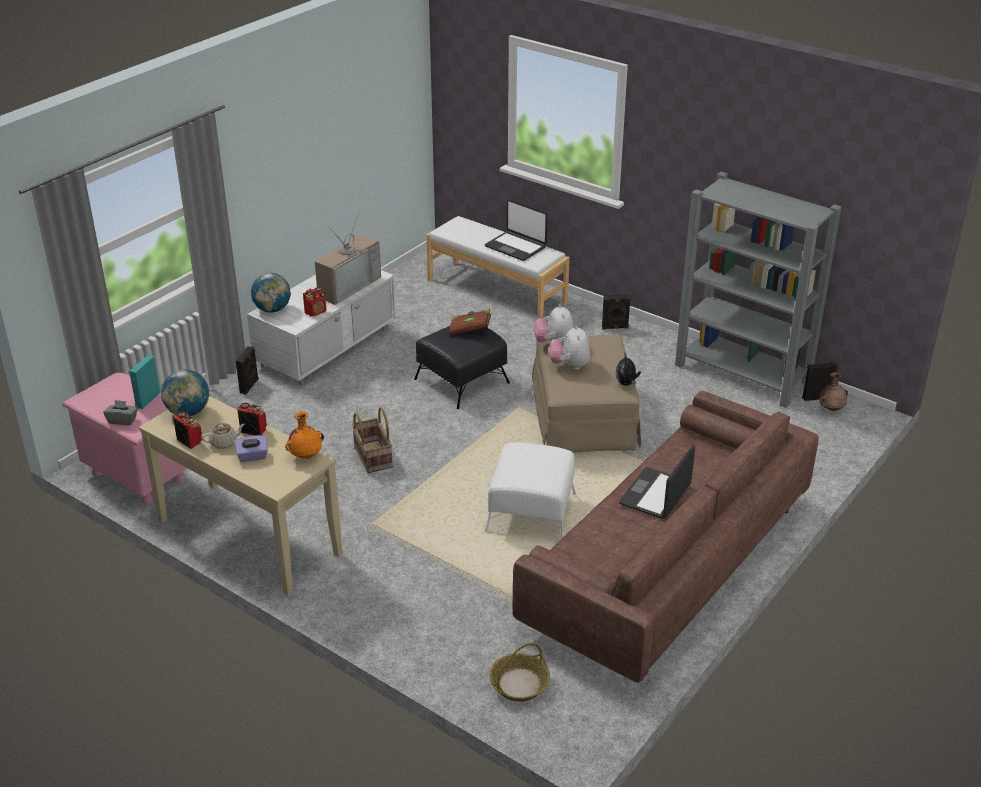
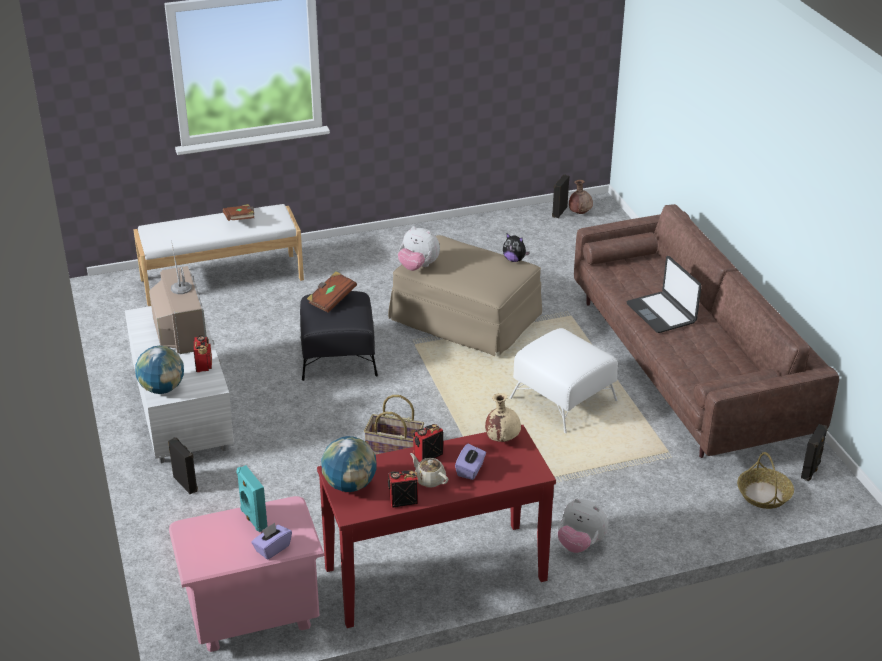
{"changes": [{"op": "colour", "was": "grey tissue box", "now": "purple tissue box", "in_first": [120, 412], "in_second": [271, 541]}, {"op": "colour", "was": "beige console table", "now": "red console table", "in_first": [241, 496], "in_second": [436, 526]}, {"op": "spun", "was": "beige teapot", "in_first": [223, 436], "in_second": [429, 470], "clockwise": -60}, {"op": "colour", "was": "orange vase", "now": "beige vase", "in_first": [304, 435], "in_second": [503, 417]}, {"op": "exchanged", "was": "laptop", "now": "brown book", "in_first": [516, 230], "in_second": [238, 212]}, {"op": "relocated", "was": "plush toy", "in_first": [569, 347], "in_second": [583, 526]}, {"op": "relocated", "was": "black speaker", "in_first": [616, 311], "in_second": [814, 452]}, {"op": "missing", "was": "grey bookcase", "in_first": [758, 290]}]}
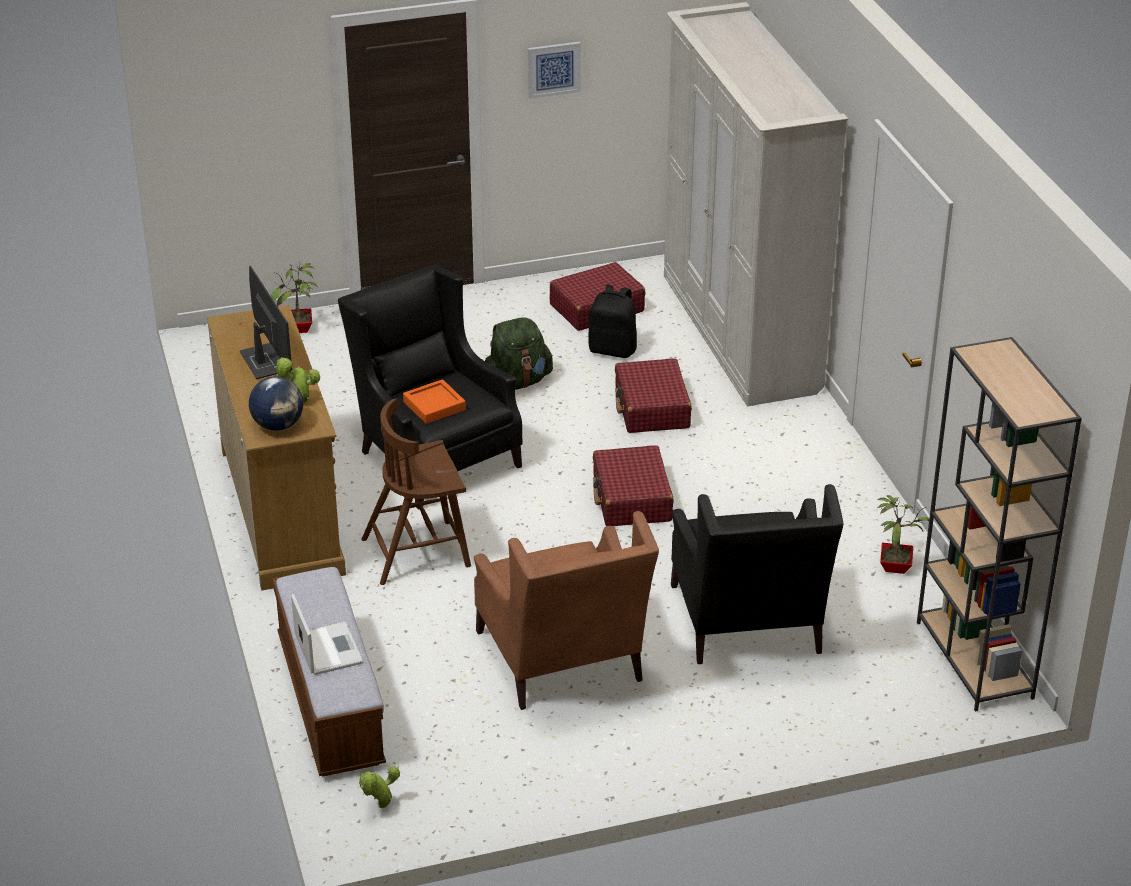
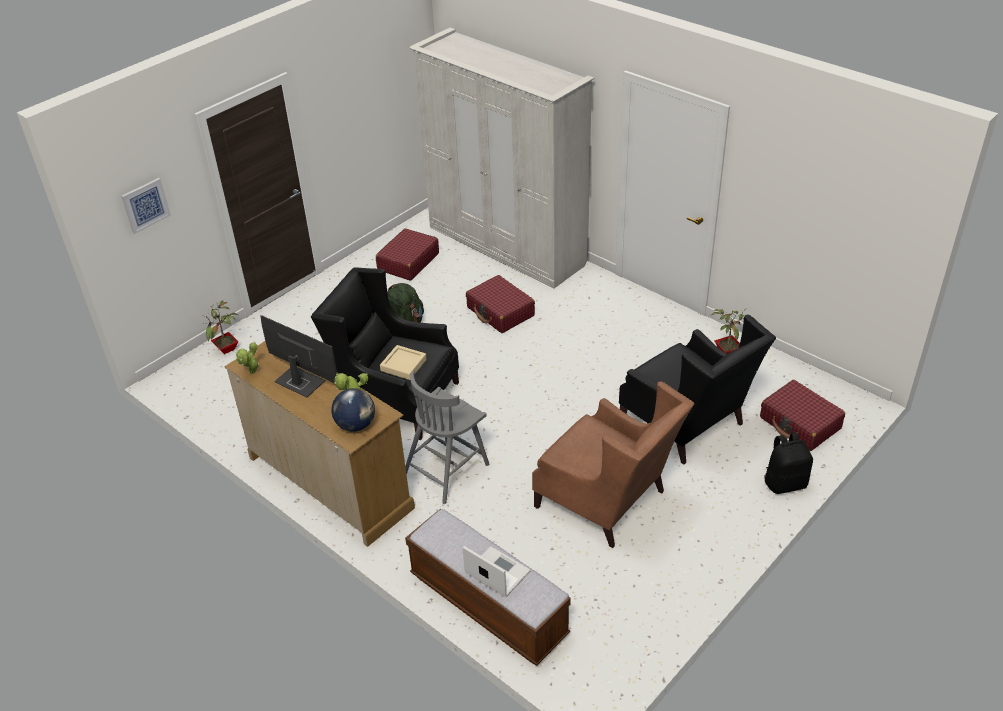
{"changes": [{"op": "relocated", "was": "potted plant", "in_first": [379, 787], "in_second": [247, 358]}, {"op": "colour", "was": "brown chair", "now": "grey chair", "in_first": [416, 492], "in_second": [447, 437]}, {"op": "colour", "was": "orange tray", "now": "beige tray", "in_first": [434, 401], "in_second": [403, 362]}, {"op": "relocated", "was": "picture", "in_first": [554, 70], "in_second": [146, 206]}, {"op": "relocated", "was": "black backpack", "in_first": [612, 321], "in_second": [788, 463]}, {"op": "relocated", "was": "red suitcase", "in_first": [633, 485], "in_second": [802, 415]}, {"op": "missing", "was": "bookcase", "in_first": [999, 524]}]}
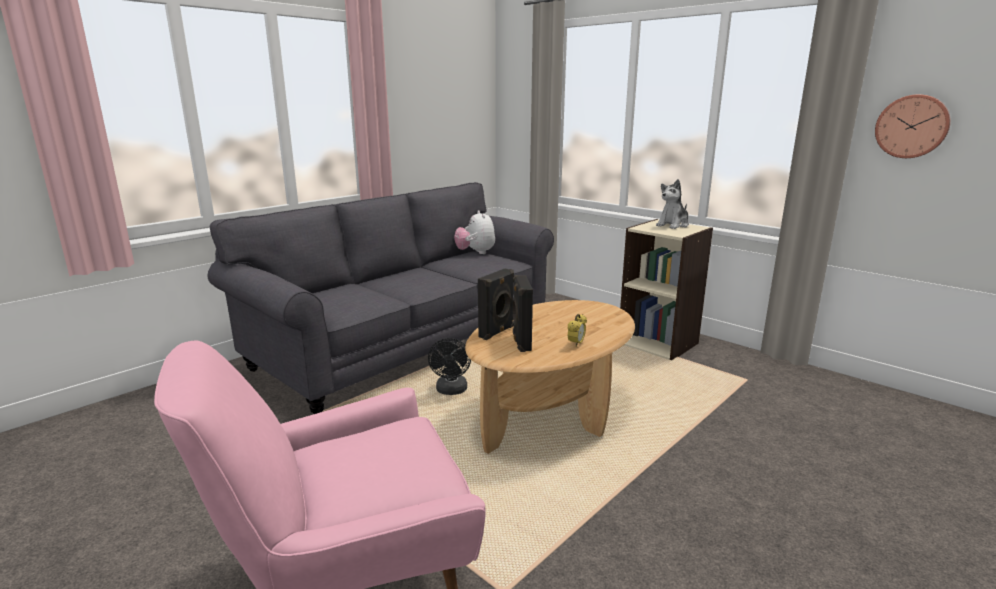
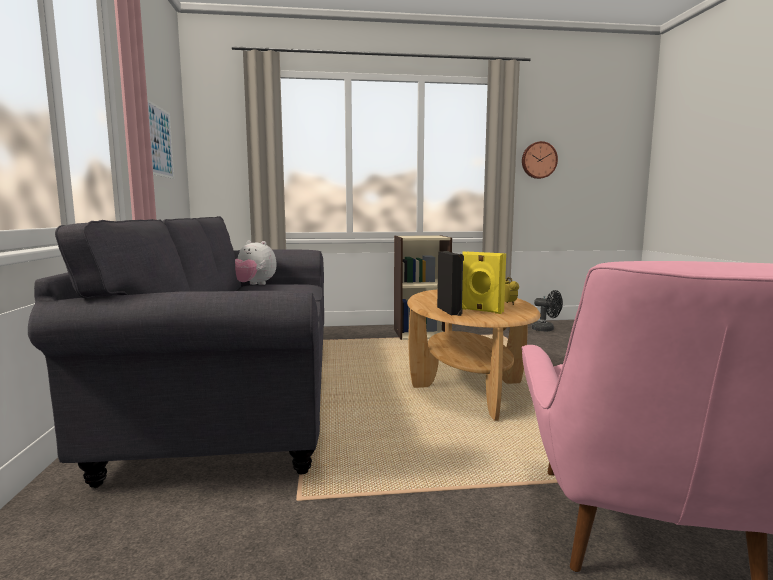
{"changes": [{"op": "relocated", "was": "black fan", "in_first": [449, 366], "in_second": [547, 310]}, {"op": "colour", "was": "black speaker", "now": "yellow speaker", "in_first": [523, 313], "in_second": [484, 282]}, {"op": "missing", "was": "plush toy", "in_first": [672, 204]}, {"op": "appeared", "now": "picture", "in_second": [160, 139]}]}
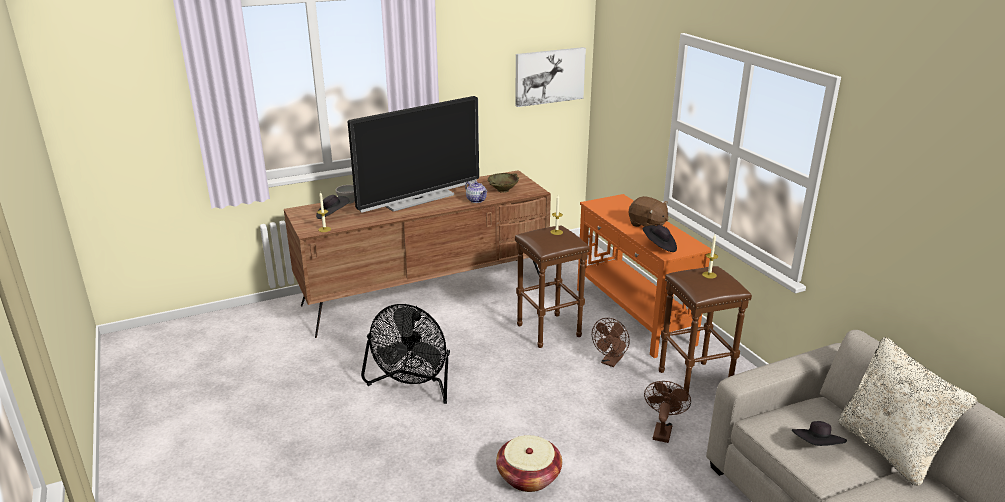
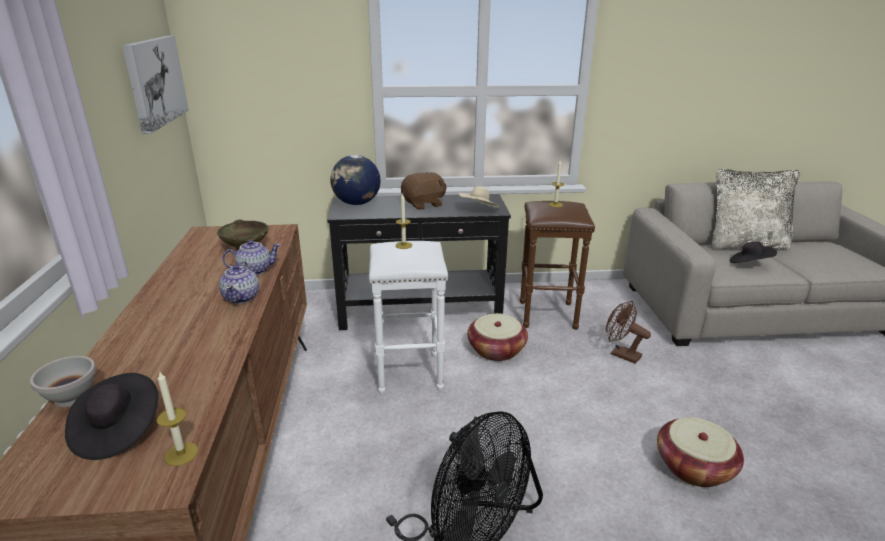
{"changes": [{"op": "missing", "was": "television", "in_first": [413, 154]}, {"op": "colour", "was": "brown stool", "now": "white stool", "in_first": [552, 287], "in_second": [408, 318]}, {"op": "colour", "was": "orange console table", "now": "black console table", "in_first": [644, 276], "in_second": [419, 262]}, {"op": "exchanged", "was": "brown fan", "now": "basket", "in_first": [611, 342], "in_second": [497, 337]}, {"op": "colour", "was": "black hat", "now": "beige hat", "in_first": [659, 238], "in_second": [479, 197]}, {"op": "appeared", "now": "teapot", "in_second": [239, 282]}, {"op": "appeared", "now": "globe", "in_second": [355, 180]}]}
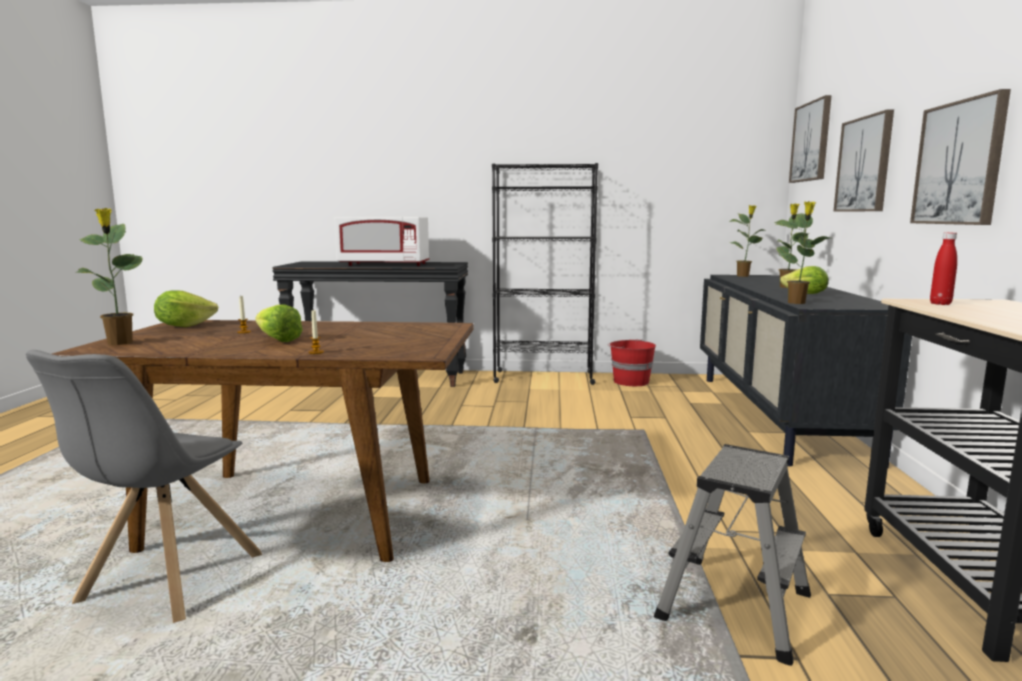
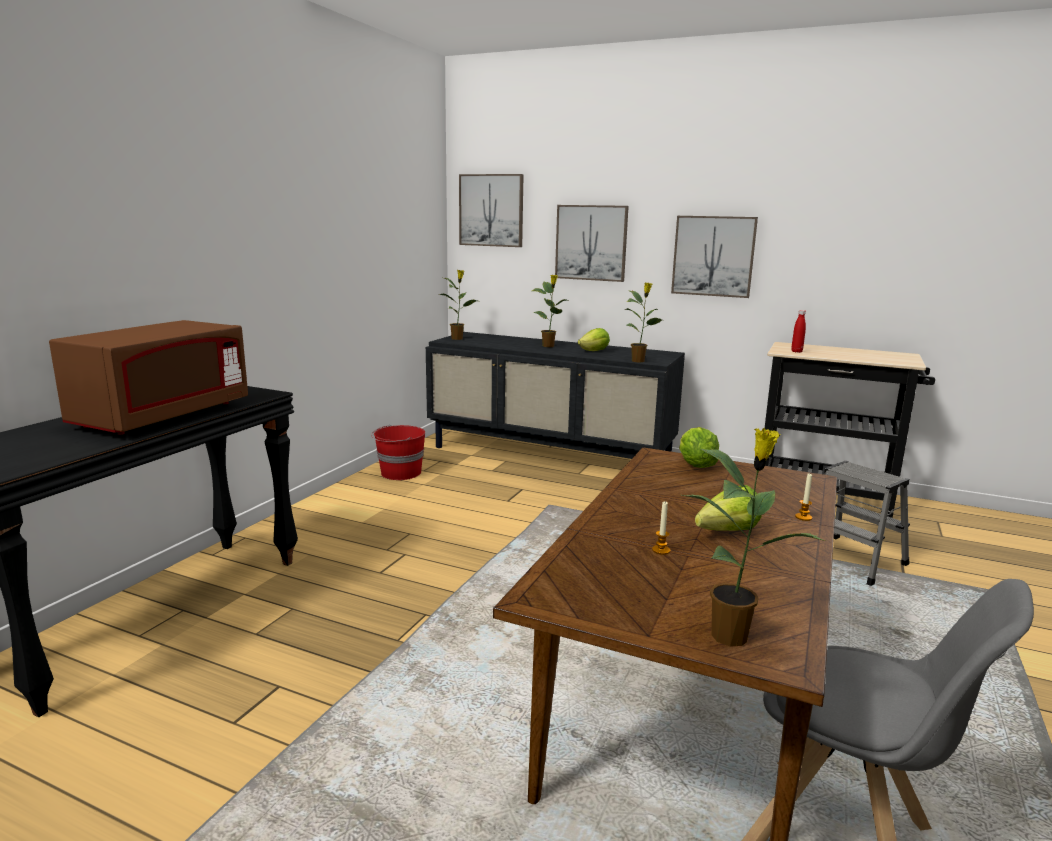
{"changes": [{"op": "relocated", "was": "lettuce", "in_first": [186, 308], "in_second": [699, 447]}, {"op": "colour", "was": "white microwave", "now": "brown microwave", "in_first": [381, 241], "in_second": [148, 377]}, {"op": "missing", "was": "black bookcase", "in_first": [545, 274]}]}
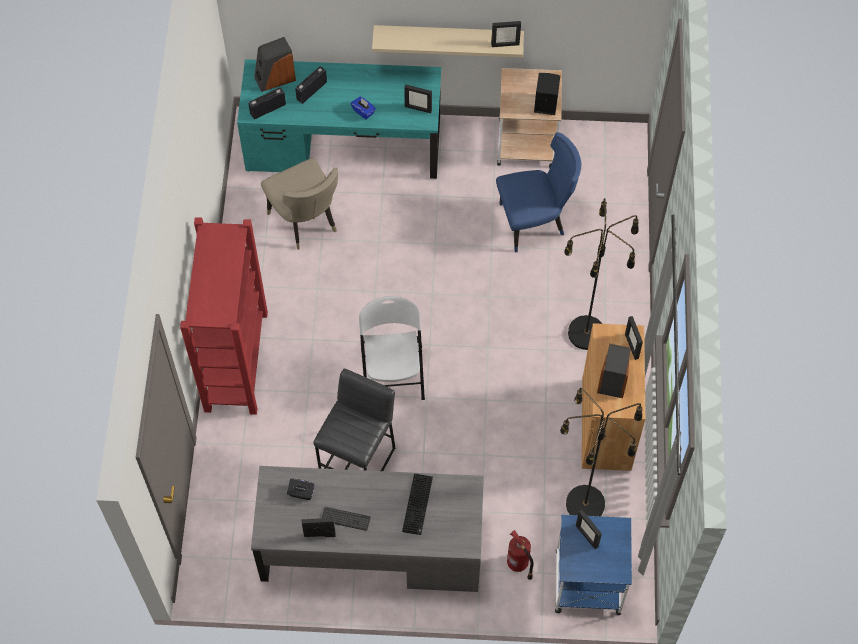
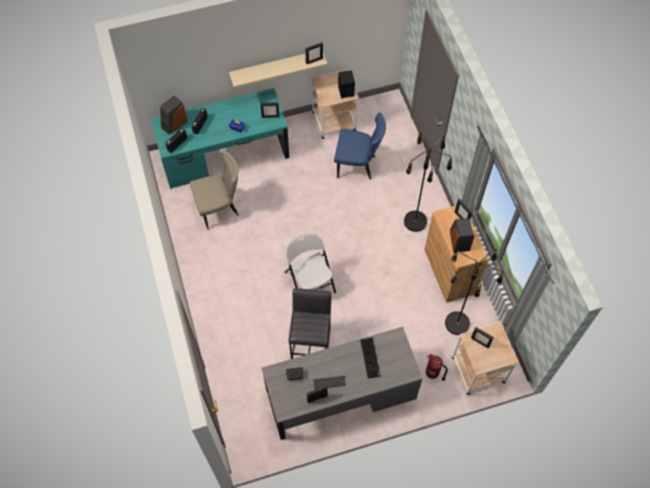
{"changes": [{"op": "missing", "was": "red bookcase", "in_first": [224, 316]}, {"op": "spun", "was": "beige chair", "in_first": [299, 204], "in_second": [214, 190], "clockwise": -60}, {"op": "spun", "was": "blue chair", "in_first": [538, 192], "in_second": [360, 145], "clockwise": 45}, {"op": "colour", "was": "blue cart", "now": "beige cart", "in_first": [593, 565], "in_second": [485, 358]}]}
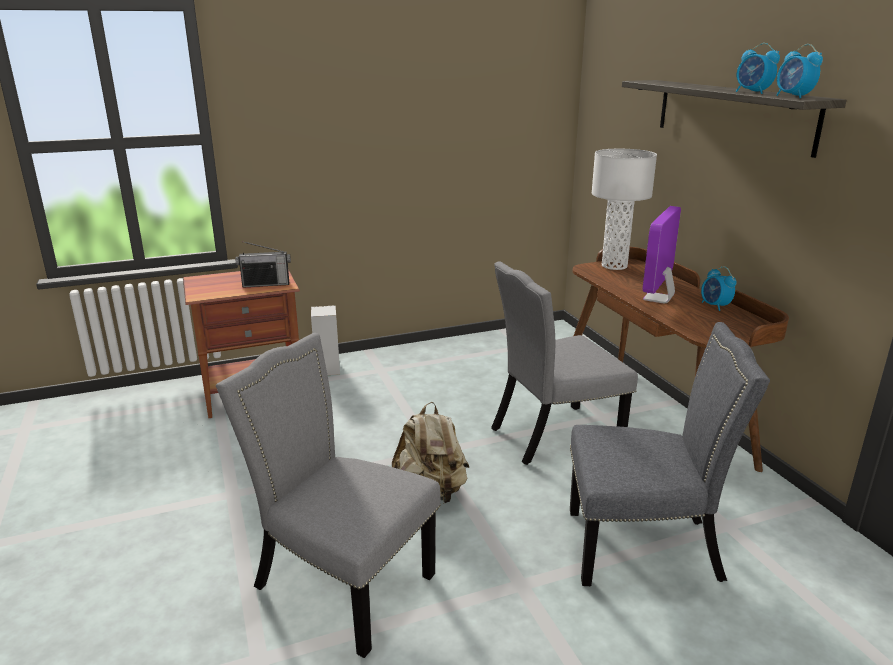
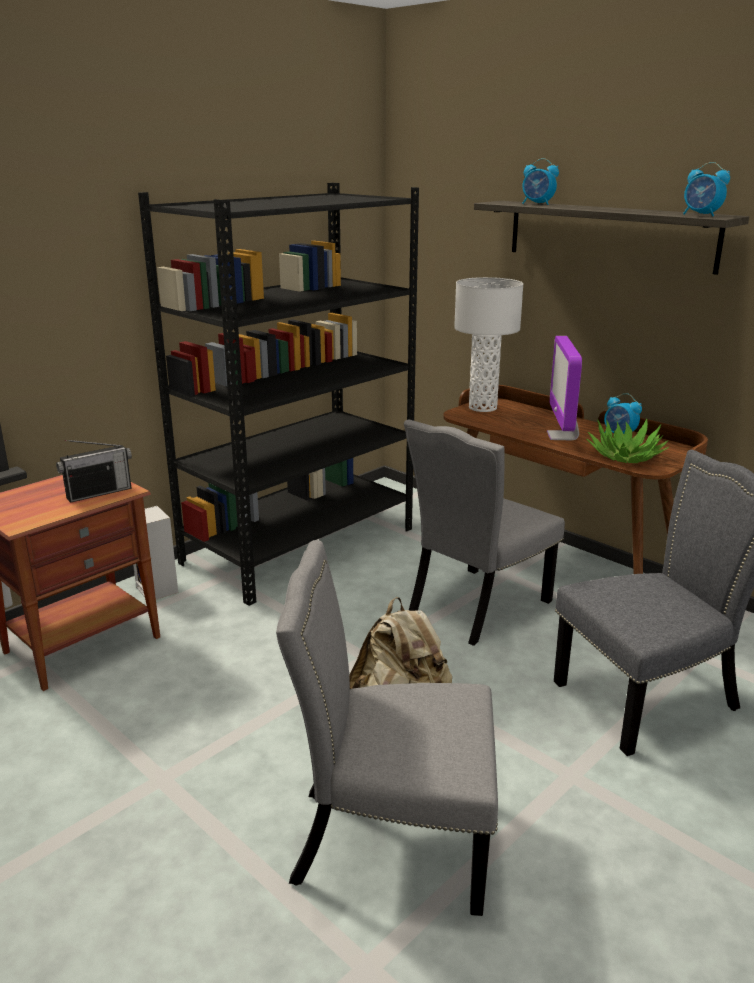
{"changes": [{"op": "relocated", "was": "alarm clock", "in_first": [758, 68], "in_second": [540, 181]}, {"op": "appeared", "now": "black bookcase", "in_second": [278, 394]}, {"op": "appeared", "now": "potted plant", "in_second": [627, 441]}]}
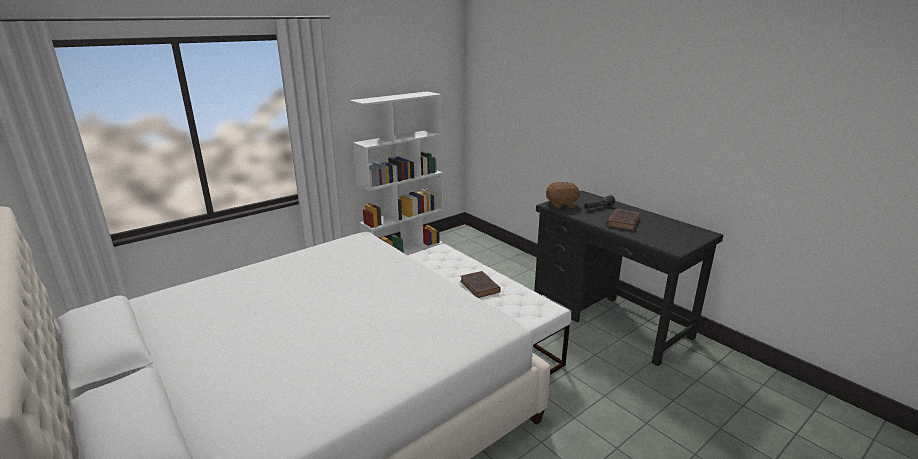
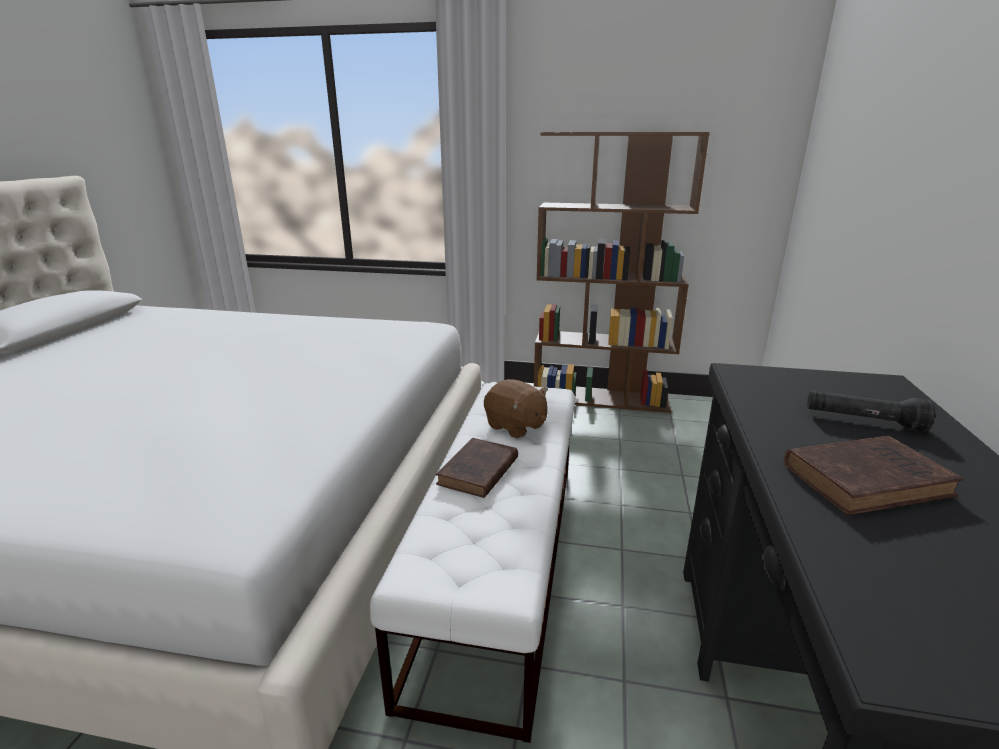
{"changes": [{"op": "colour", "was": "white bookcase", "now": "brown bookcase", "in_first": [396, 173], "in_second": [622, 272]}, {"op": "relocated", "was": "brown plush toy", "in_first": [563, 195], "in_second": [516, 409]}]}
